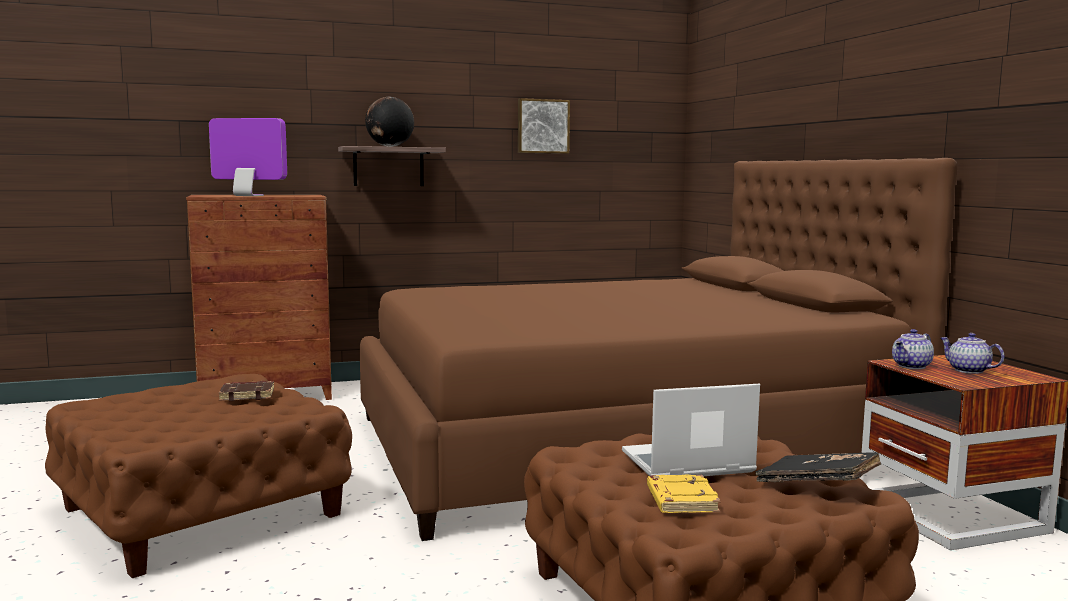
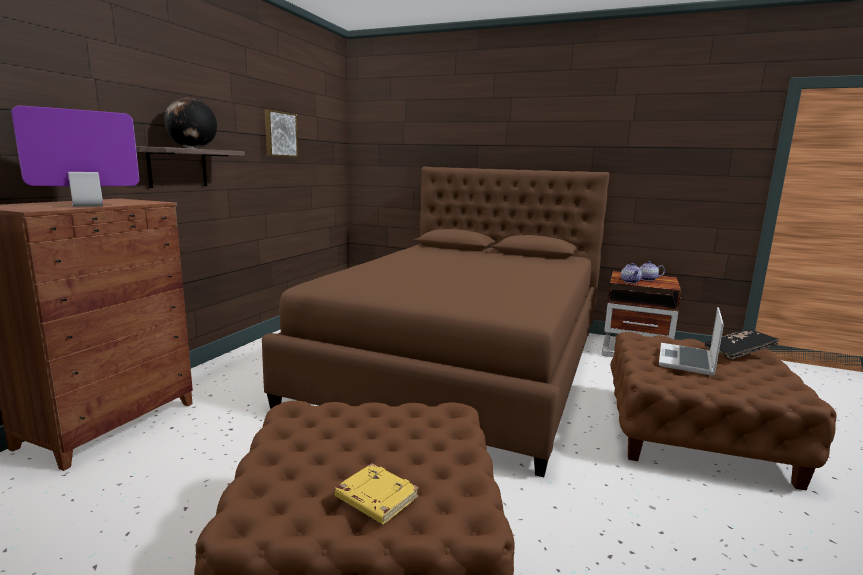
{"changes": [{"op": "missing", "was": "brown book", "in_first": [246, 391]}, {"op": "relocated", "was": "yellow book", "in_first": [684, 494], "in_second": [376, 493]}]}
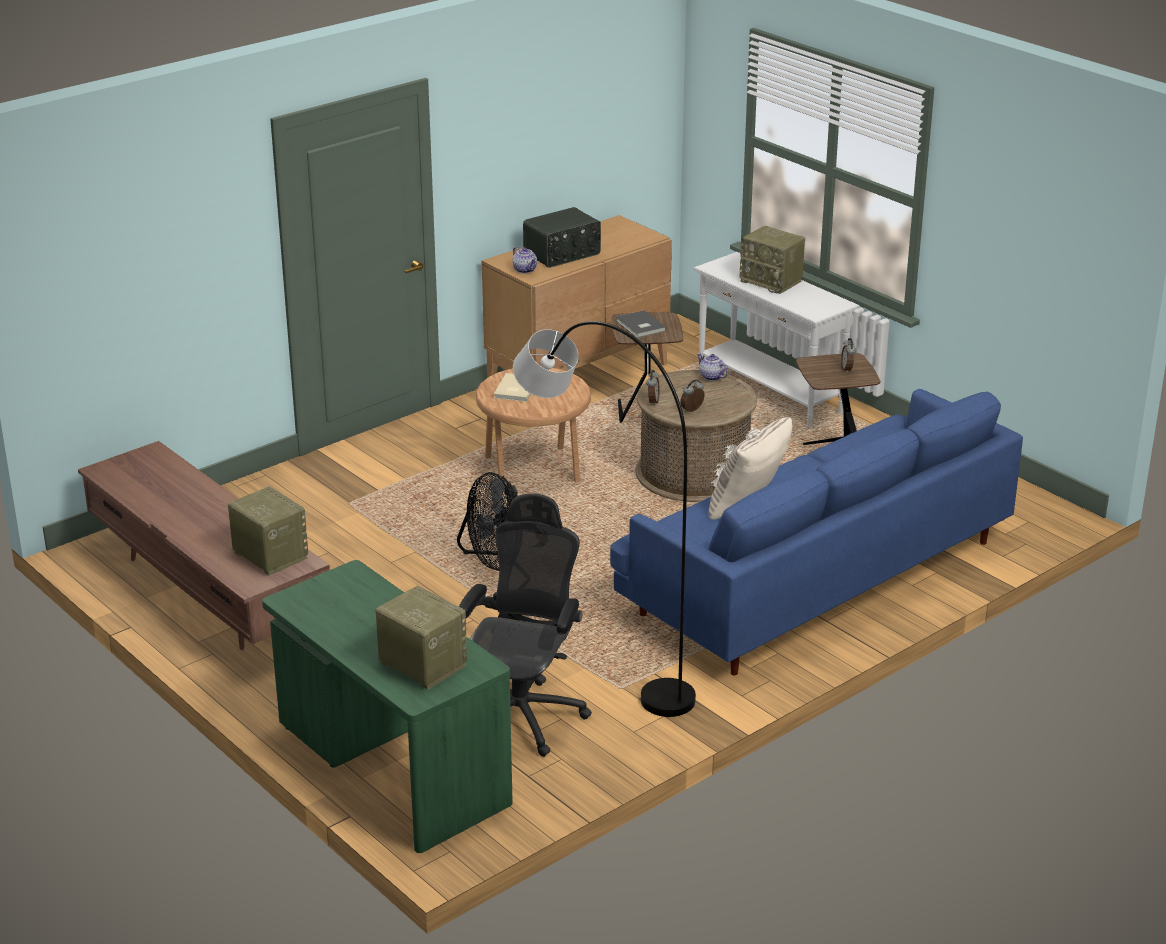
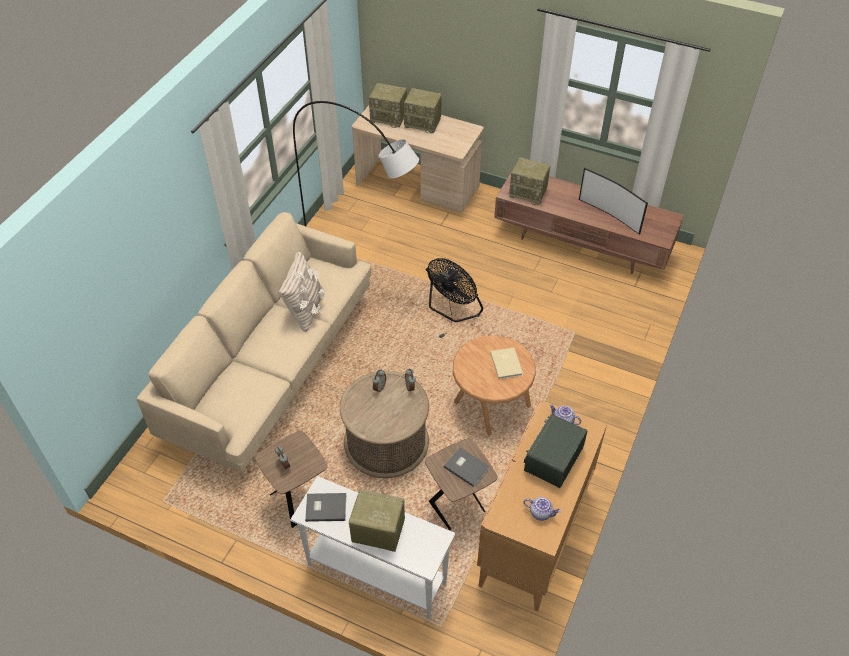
{"changes": [{"op": "colour", "was": "green desk", "now": "beige desk", "in_first": [387, 706], "in_second": [418, 159]}, {"op": "missing", "was": "office chair", "in_first": [525, 625]}, {"op": "colour", "was": "blue sofa", "now": "beige sofa", "in_first": [816, 532], "in_second": [253, 342]}, {"op": "relocated", "was": "teapot", "in_first": [712, 367], "in_second": [542, 509]}, {"op": "appeared", "now": "grey book", "in_second": [325, 507]}, {"op": "appeared", "now": "radio", "in_second": [423, 110]}, {"op": "appeared", "now": "television", "in_second": [613, 201]}]}
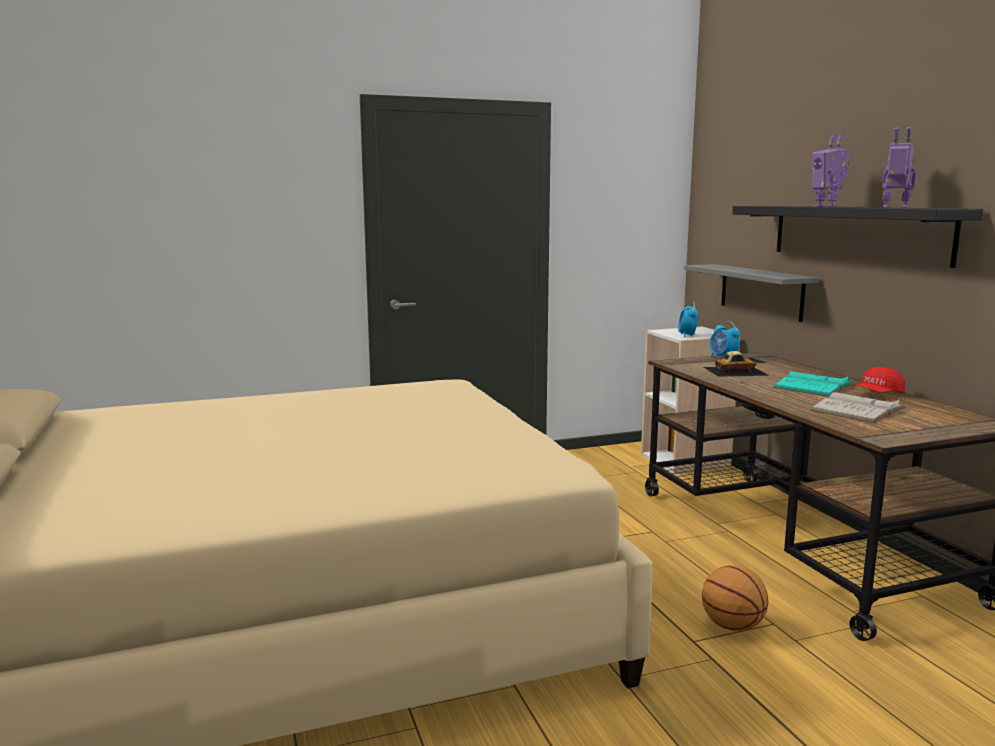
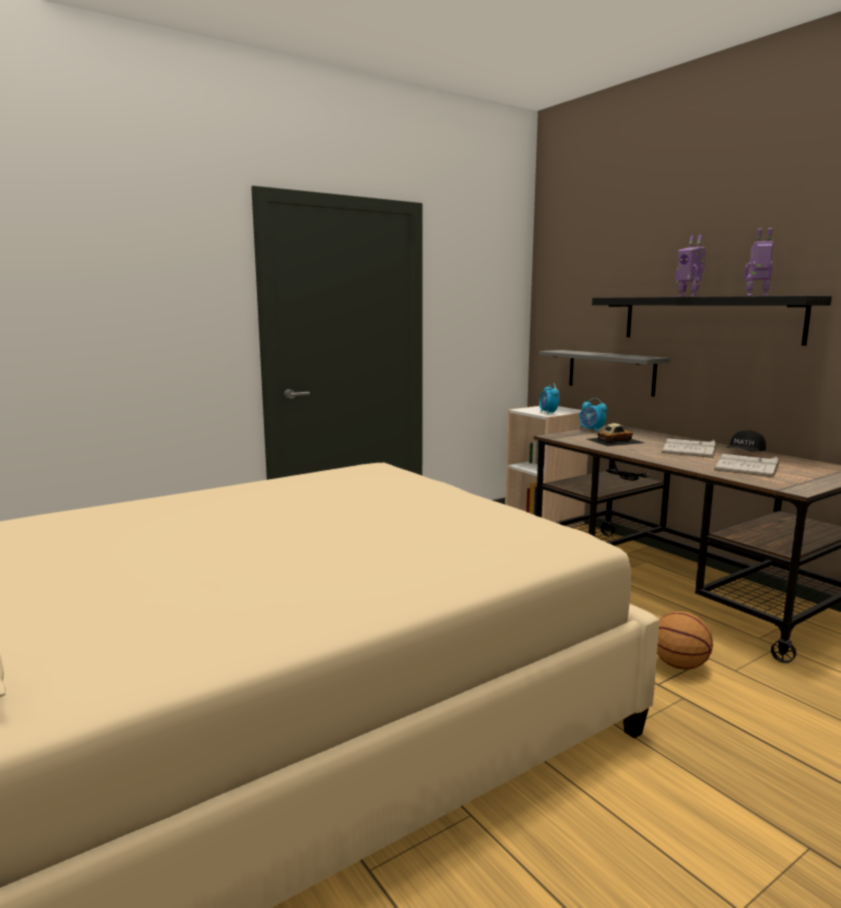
{"changes": [{"op": "colour", "was": "turquoise book", "now": "white book", "in_first": [813, 384], "in_second": [689, 448]}, {"op": "colour", "was": "red cap", "now": "black cap", "in_first": [879, 380], "in_second": [746, 441]}]}
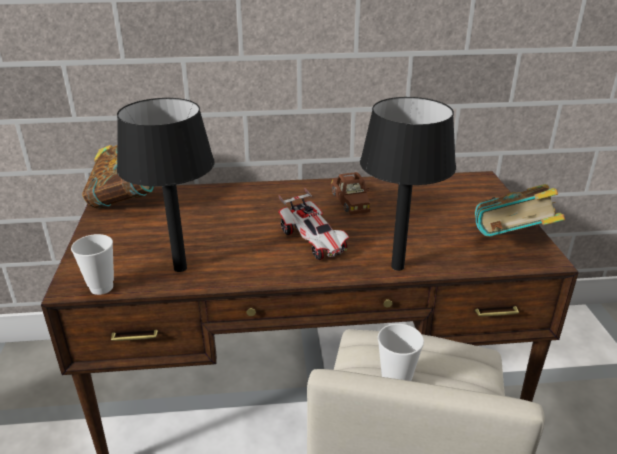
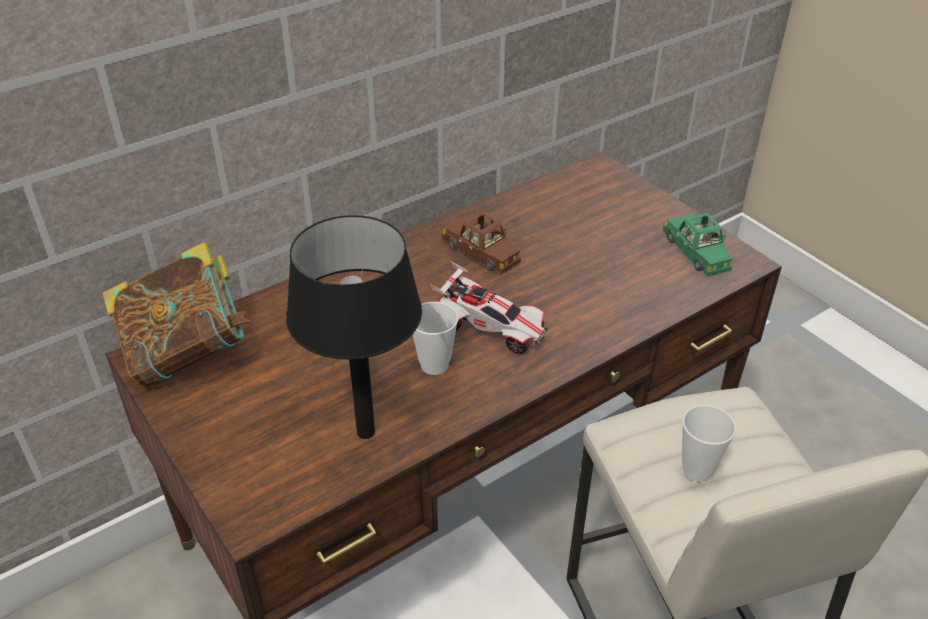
{"changes": [{"op": "relocated", "was": "cup", "in_first": [92, 264], "in_second": [435, 338]}, {"op": "missing", "was": "black table lamp", "in_first": [408, 184]}, {"op": "exchanged", "was": "book", "now": "green toy car", "in_first": [520, 210], "in_second": [698, 244]}]}
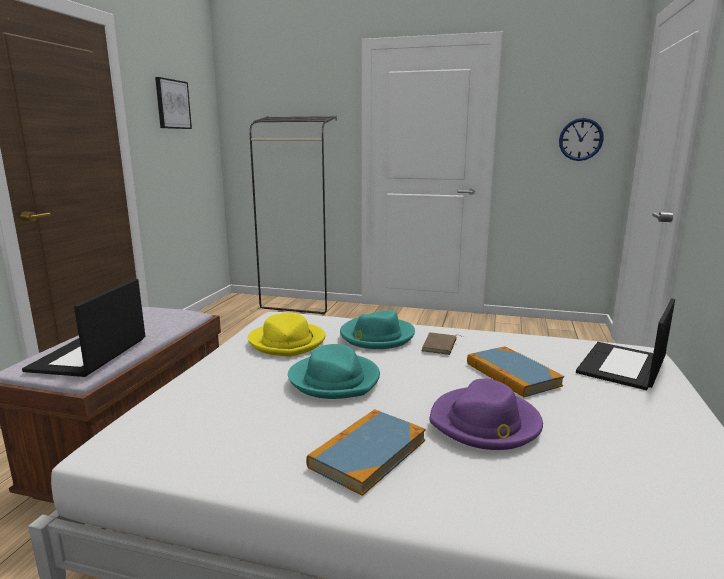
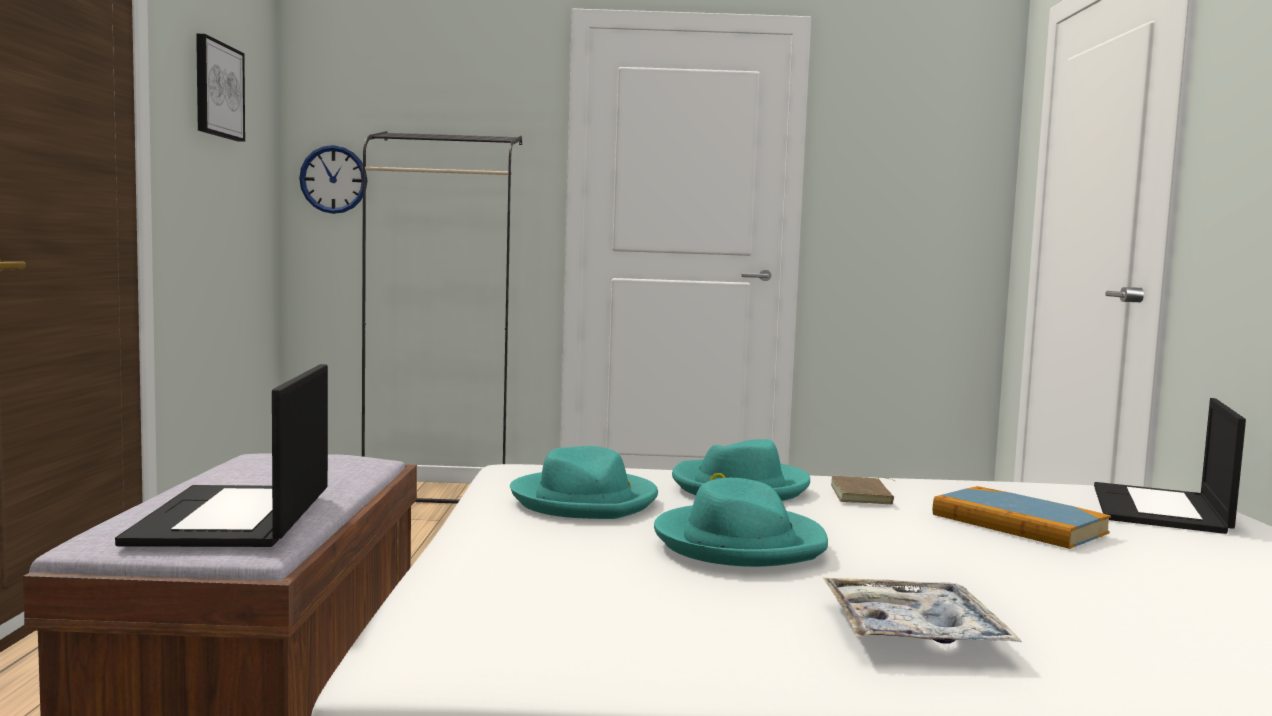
{"changes": [{"op": "colour", "was": "yellow hat", "now": "turquoise hat", "in_first": [286, 335], "in_second": [584, 482]}, {"op": "exchanged", "was": "book", "now": "tray", "in_first": [366, 452], "in_second": [922, 611]}, {"op": "missing", "was": "purple hat", "in_first": [486, 414]}, {"op": "relocated", "was": "wall clock", "in_first": [581, 139], "in_second": [333, 179]}]}
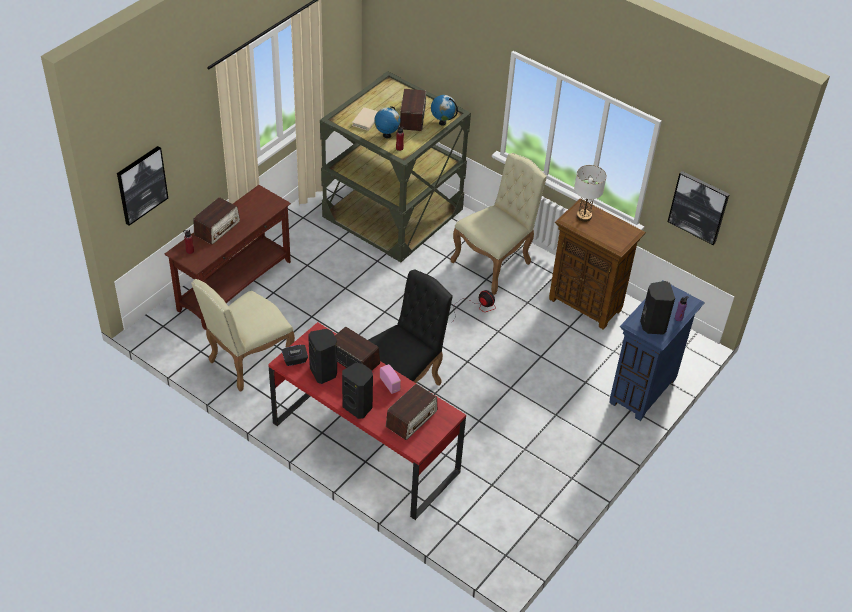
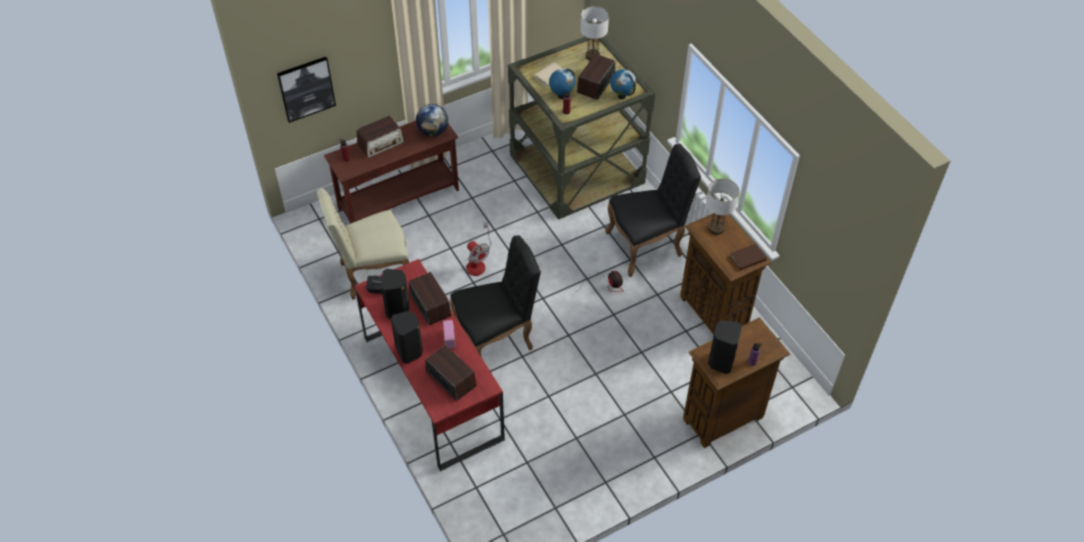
{"changes": [{"op": "spun", "was": "radio", "in_first": [411, 412], "in_second": [451, 373], "clockwise": -105}, {"op": "colour", "was": "beige chair", "now": "black chair", "in_first": [499, 224], "in_second": [653, 210]}, {"op": "colour", "was": "blue cabinet", "now": "brown cabinet", "in_first": [657, 350], "in_second": [736, 382]}, {"op": "missing", "was": "picture", "in_first": [699, 208]}, {"op": "appeared", "now": "globe", "in_second": [432, 120]}, {"op": "appeared", "now": "fan", "in_second": [478, 249]}, {"op": "appeared", "now": "table lamp", "in_second": [594, 33]}, {"op": "appeared", "now": "brown book", "in_second": [748, 257]}]}
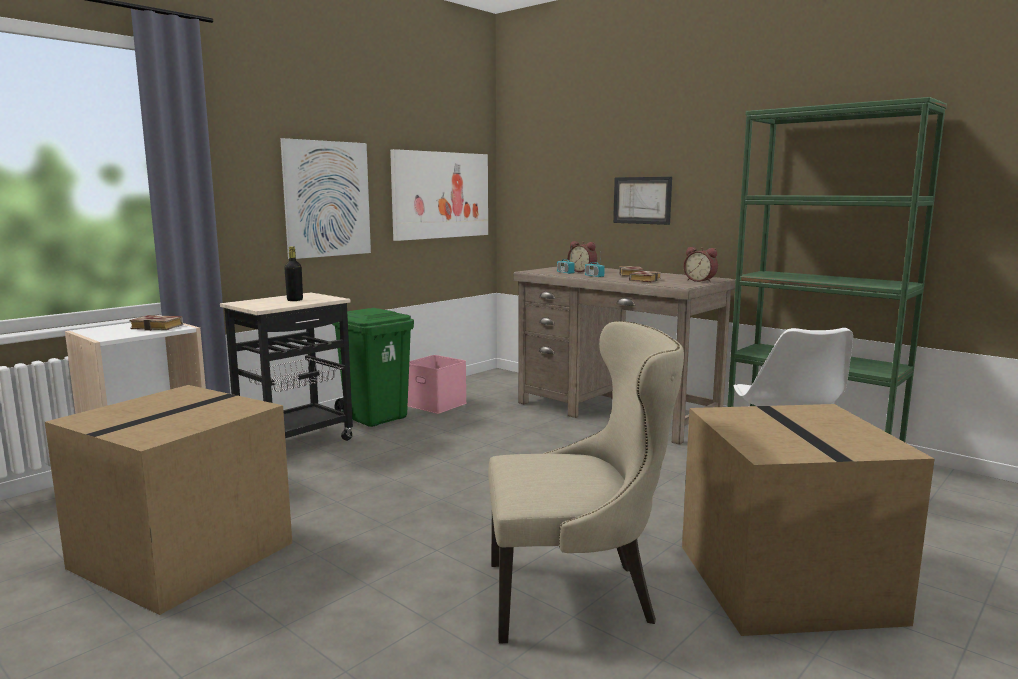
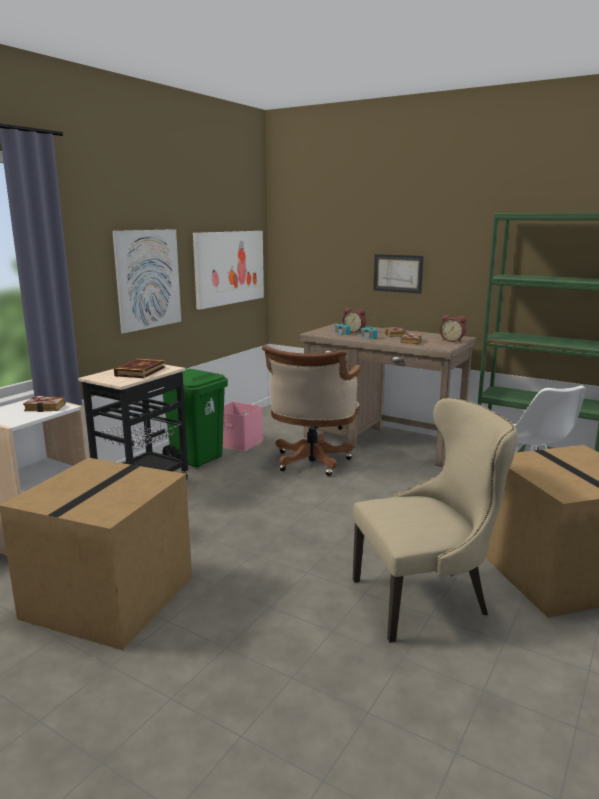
{"changes": [{"op": "exchanged", "was": "black bottle", "now": "book", "in_first": [293, 273], "in_second": [139, 368]}, {"op": "appeared", "now": "office chair", "in_second": [311, 410]}]}
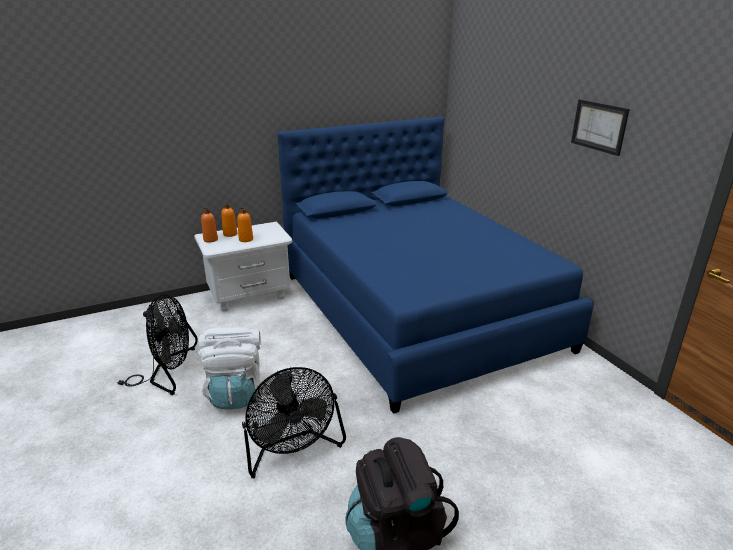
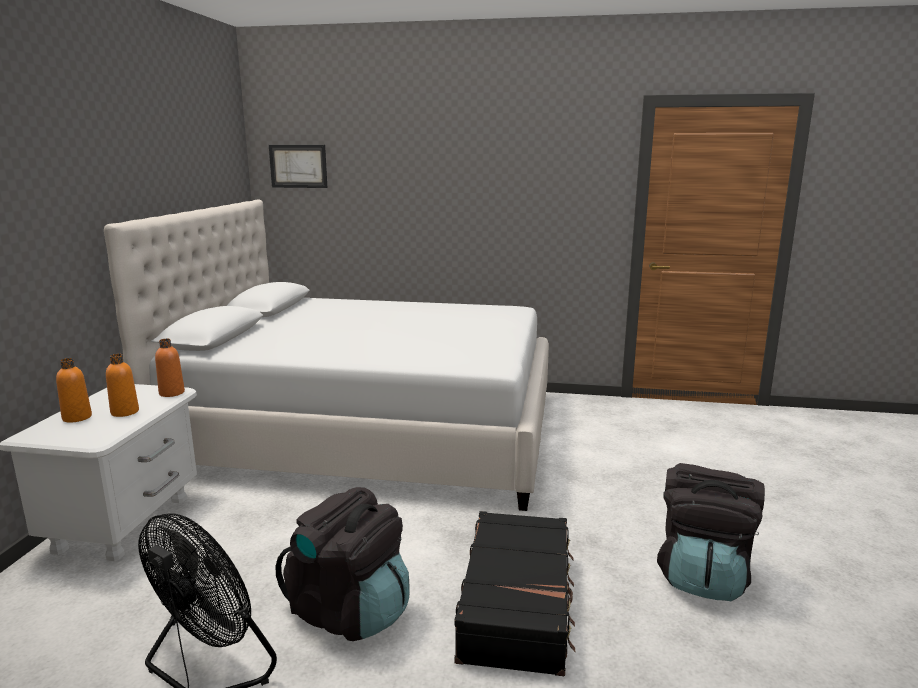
{"changes": [{"op": "colour", "was": "white backpack", "now": "black backpack", "in_first": [230, 368], "in_second": [342, 564]}, {"op": "relocated", "was": "orange bottle", "in_first": [209, 225], "in_second": [170, 368]}, {"op": "exchanged", "was": "black fan", "now": "black suitcase", "in_first": [294, 422], "in_second": [514, 593]}, {"op": "colour", "was": "blue bed", "now": "white bed", "in_first": [435, 265], "in_second": [326, 355]}, {"op": "relocated", "was": "picture", "in_first": [600, 127], "in_second": [298, 166]}]}
